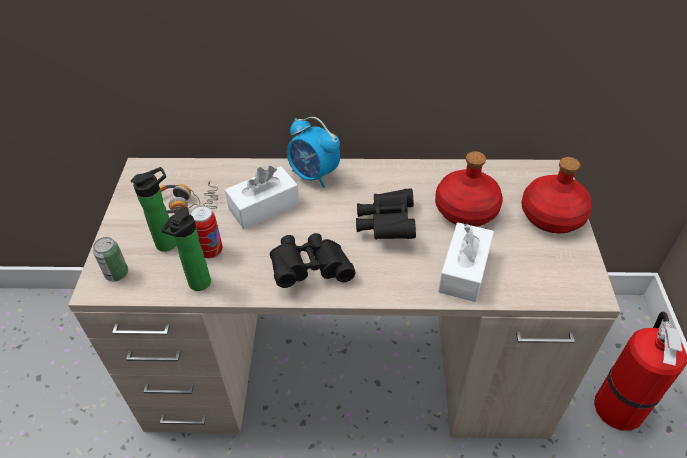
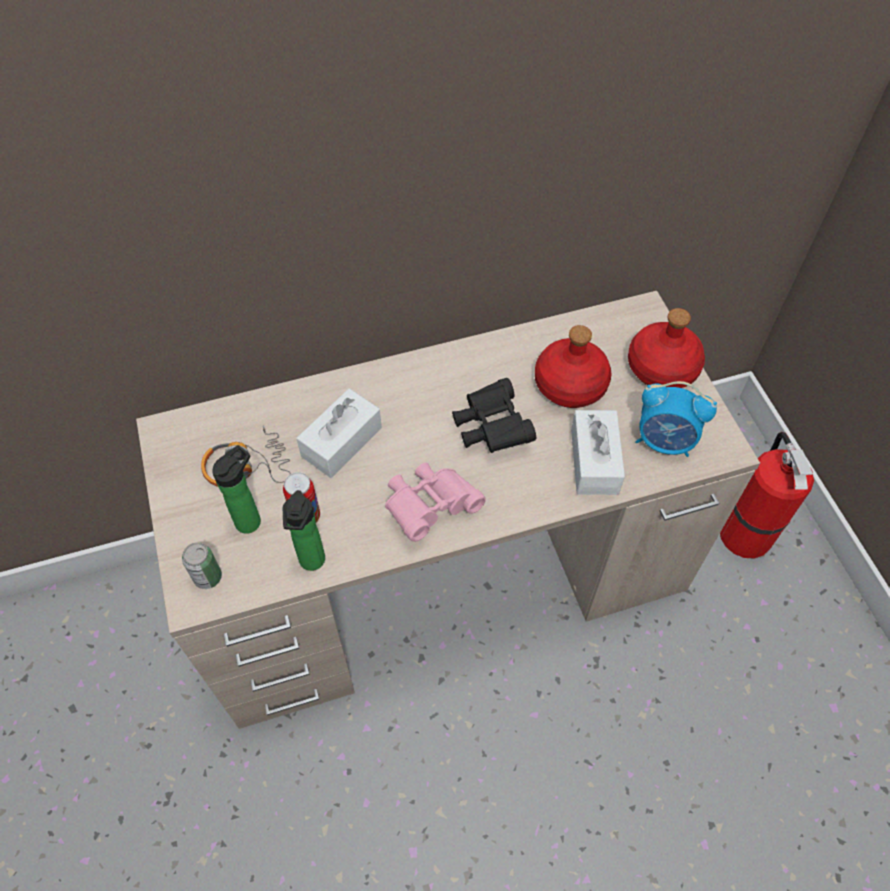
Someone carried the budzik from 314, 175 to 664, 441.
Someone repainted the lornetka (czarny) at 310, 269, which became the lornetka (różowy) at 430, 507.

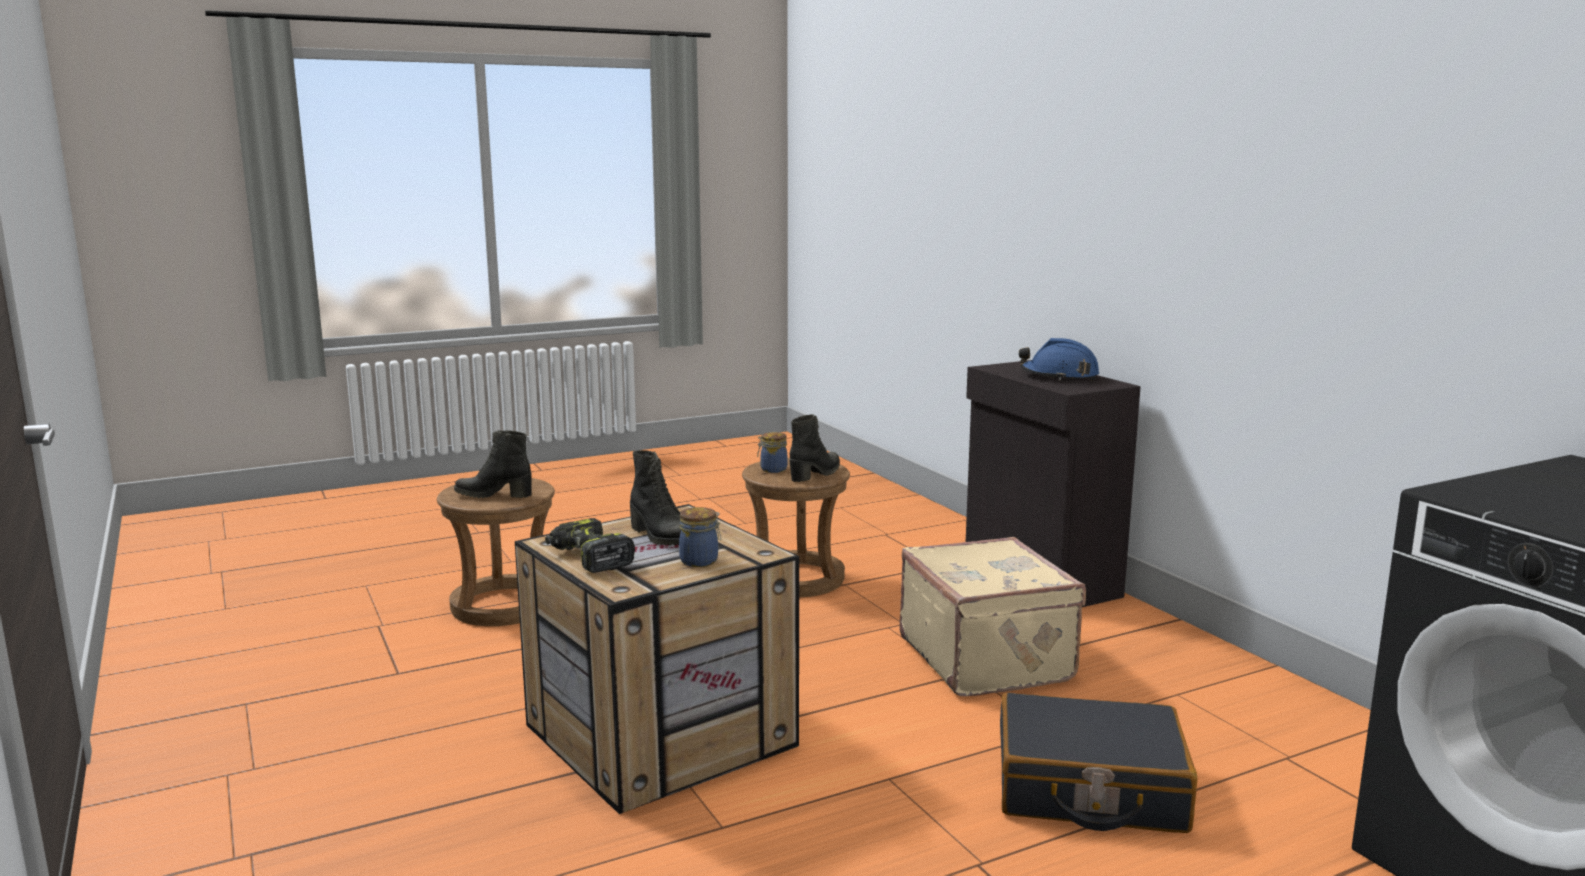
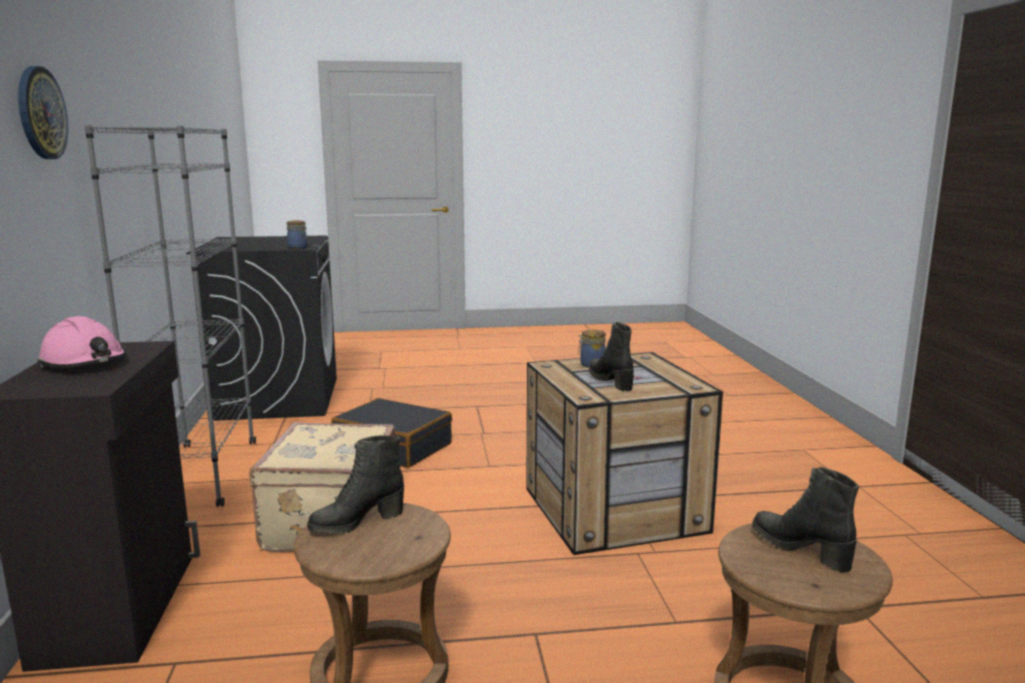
Someone repainted the kask (niebieski) at 1059, 376, which became the kask (różowy) at 84, 363.
Someone rotated the but z cholewką (czarny) at 494, 495 by 150 degrees counterclockwise.
Someone carried the słoik from 772, 469 to 298, 248.
Someone took away the wiertarka at 588, 558.
Someone put up the zegar ścienny at 40, 113.
Someone put down the regał (szary) at 201, 474.

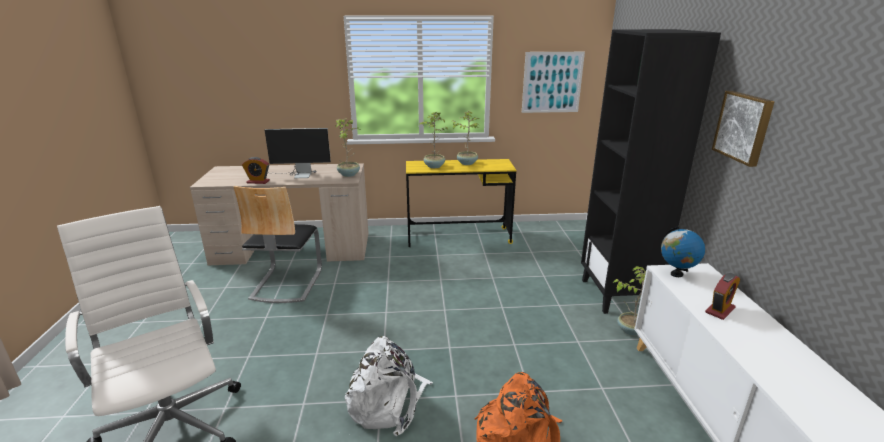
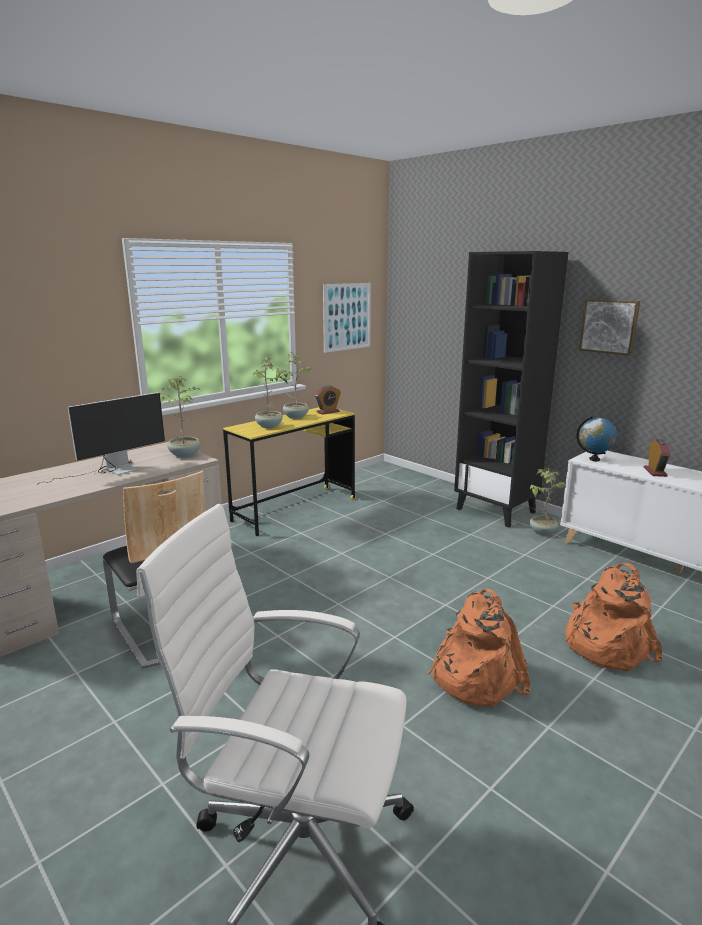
Someone carried the budzik from 258, 182 to 328, 412.
Someone repainted the plecak (biały) at 388, 403, which became the plecak (pomarańczowy) at 474, 675.

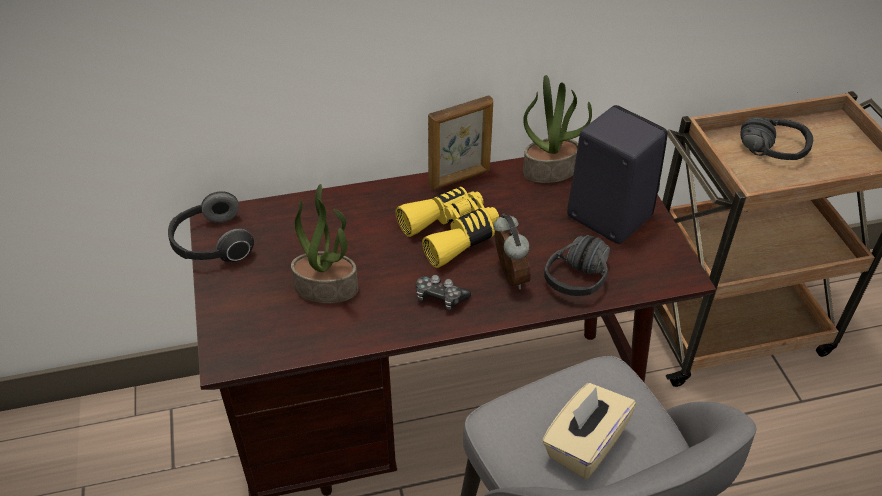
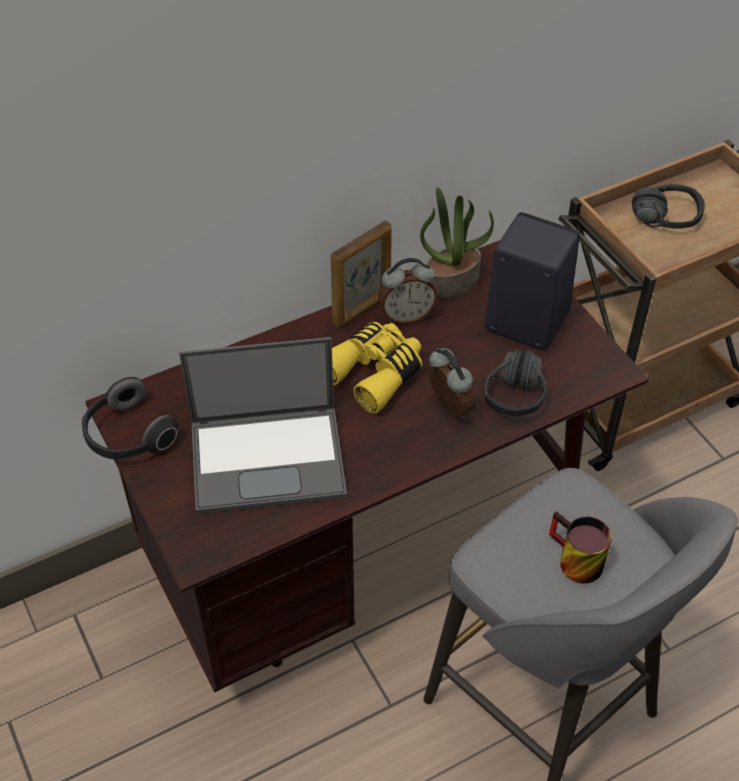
Someone swapped the roślina doniczkowa at 327, 287 for the laptop at 269, 458.
Someone took away the pad do gier at 440, 297.
Someone swapped the pudełko chusteczek (beżowy) at 584, 444 for the kubek at 572, 561.
Someone put down the budzik at 407, 316.

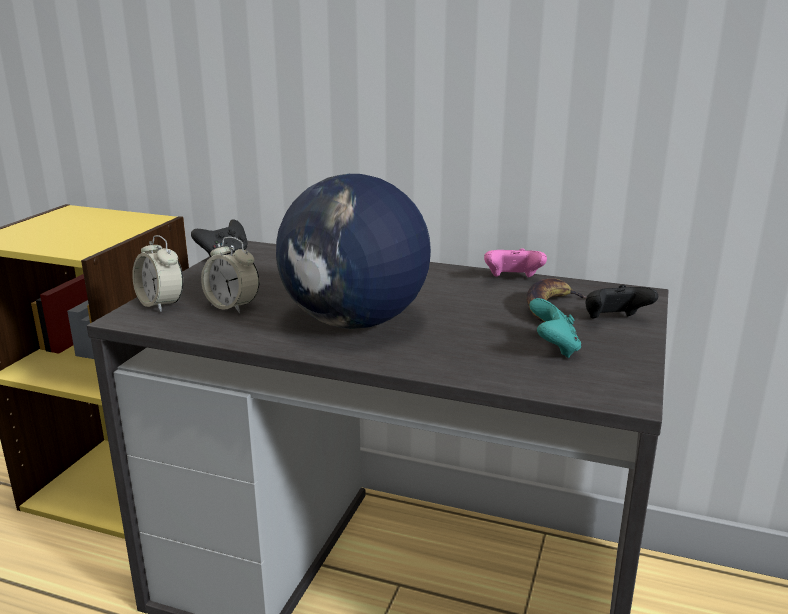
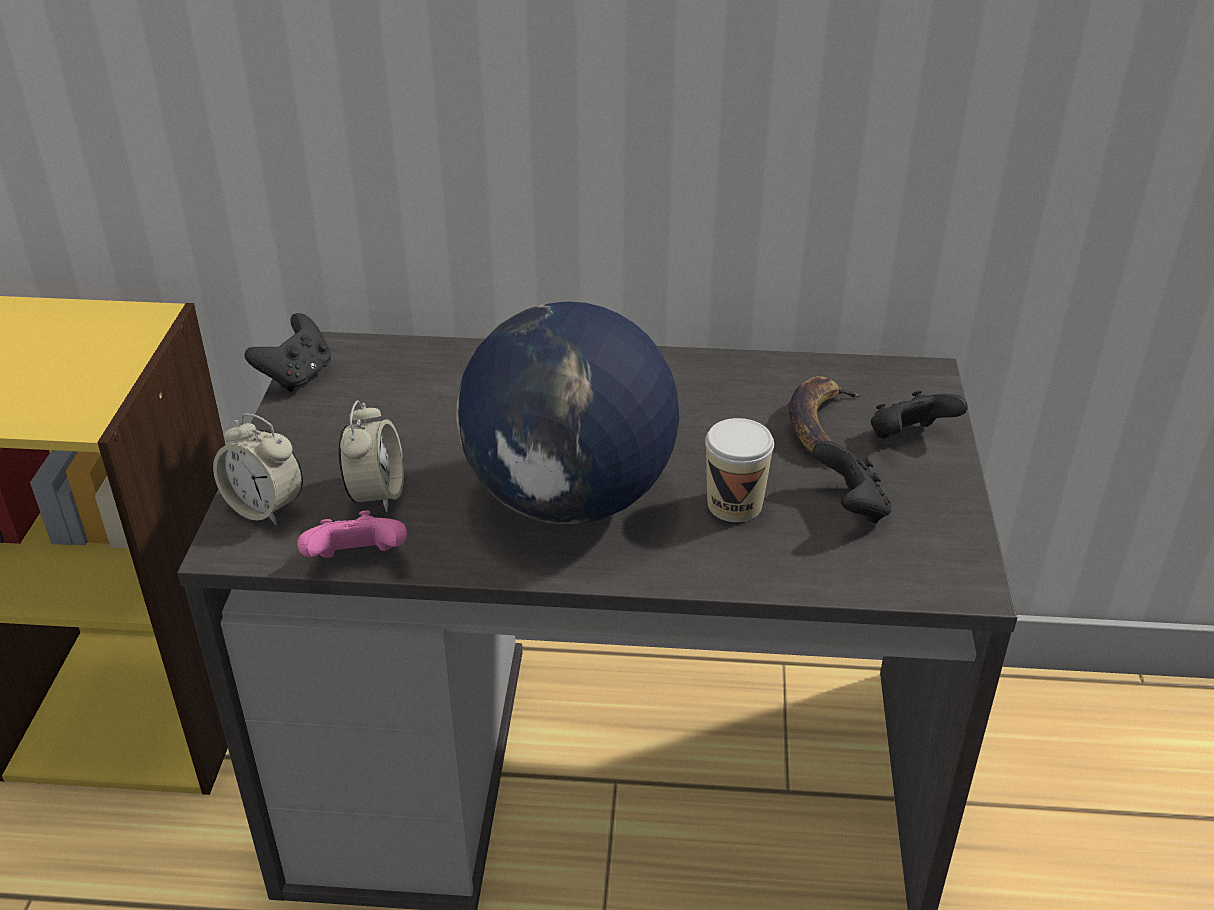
Someone rotated the budzik at 232, 306 by 105 degrees counterclockwise.
Someone carried the pad do gier (różowy) from 513, 280 to 357, 562.
Someone repainted the pad do gier (turkusowy) at 554, 348, which became the pad do gier (czarny) at 851, 507.
Someone put down the filiżanka at 734, 504.

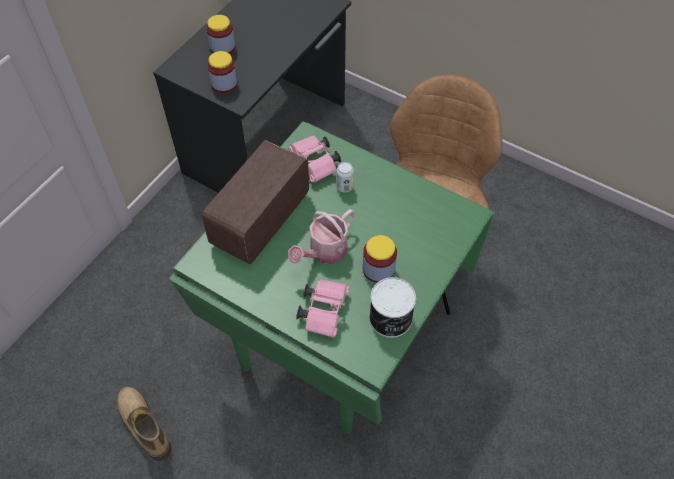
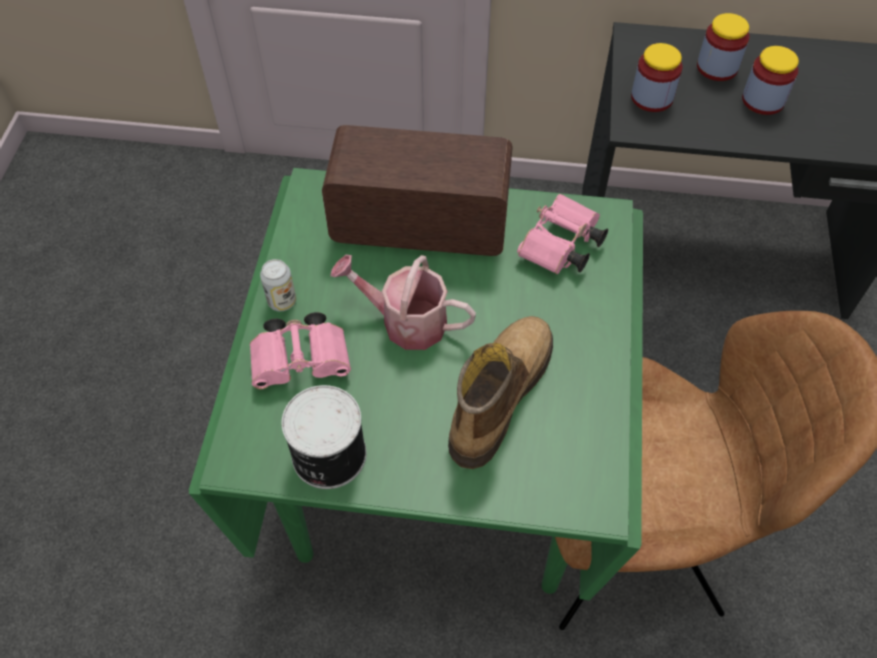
Someone carried the puszka from 344, 187 to 282, 301.
Someone carried the słoik from 378, 269 to 763, 100.
Someone carried the but z cholewką from 143, 426 to 498, 395.

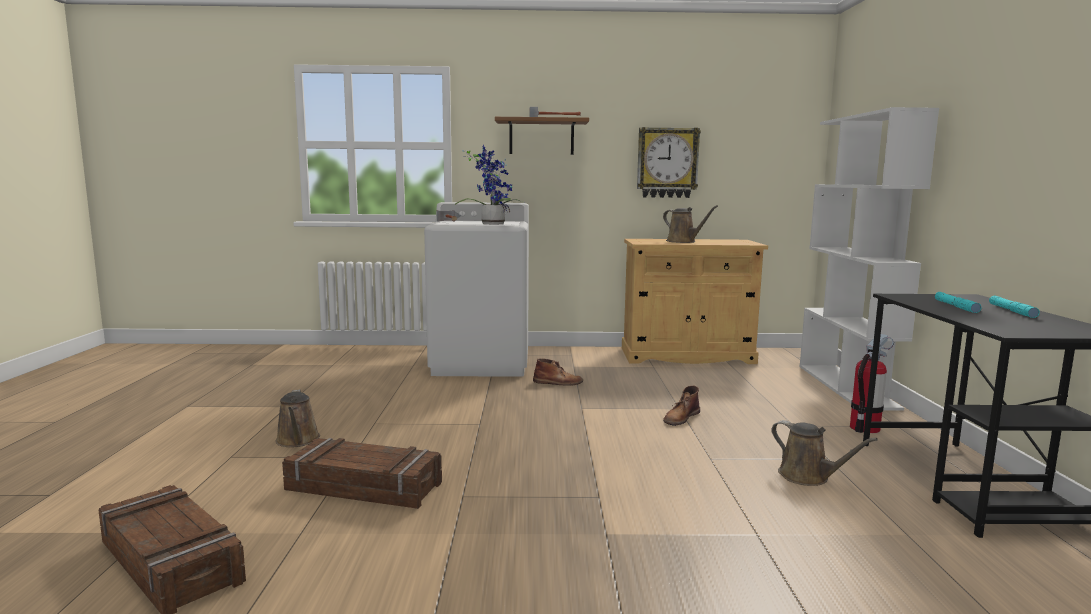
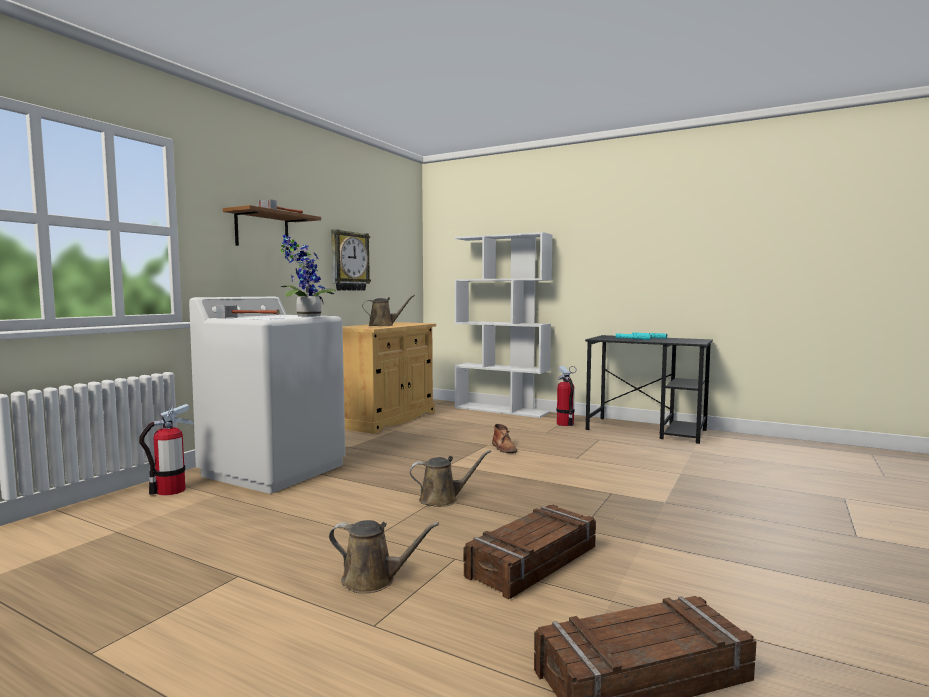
Someone took away the but z cholewką (brązowy) at 558, 382.
Someone carried the konewka (brązowy) from 808, 477 to 442, 499.
Someone put down the gaśnica at 170, 491.

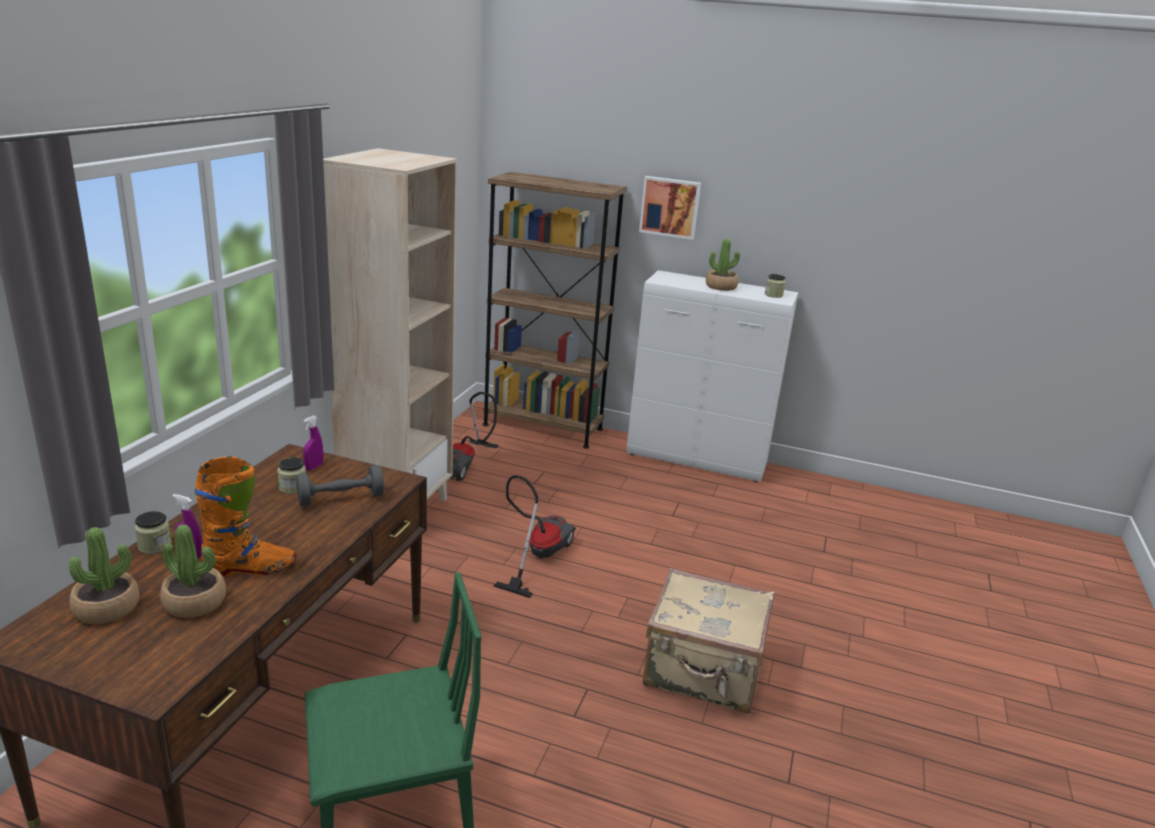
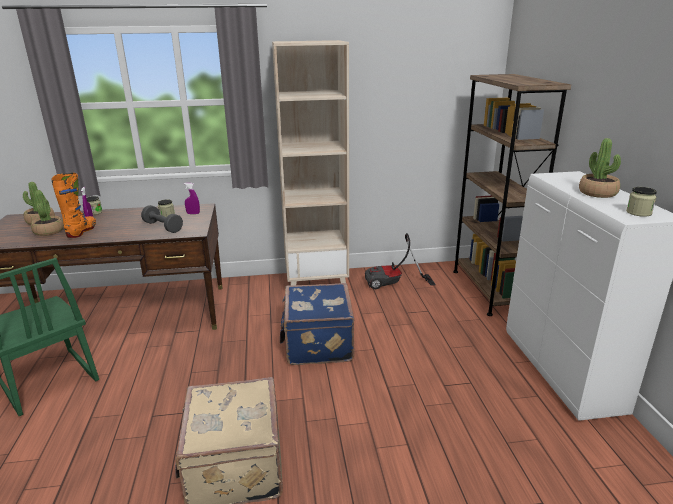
Someone took away the obraz at 670, 207.
Someone rotated the but z cholewką (pomarańczowy) at 250, 568 by 135 degrees counterclockwise.
Someone swapped the odkurzacz at 537, 556 for the walizka (niebieski) at 317, 344.

